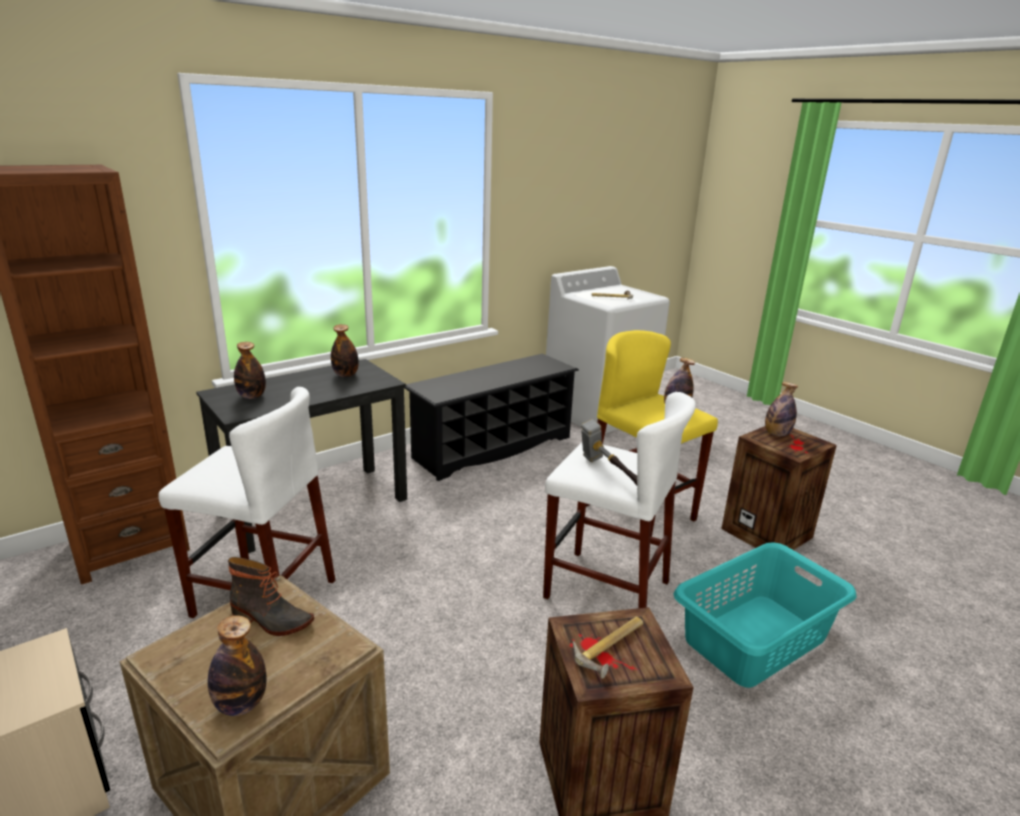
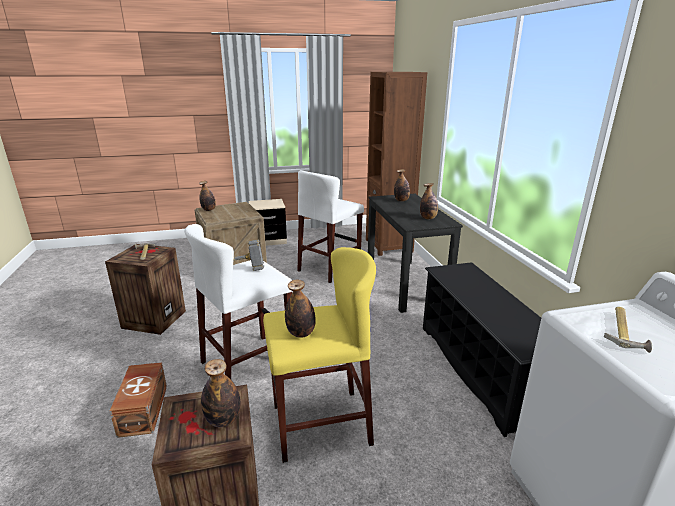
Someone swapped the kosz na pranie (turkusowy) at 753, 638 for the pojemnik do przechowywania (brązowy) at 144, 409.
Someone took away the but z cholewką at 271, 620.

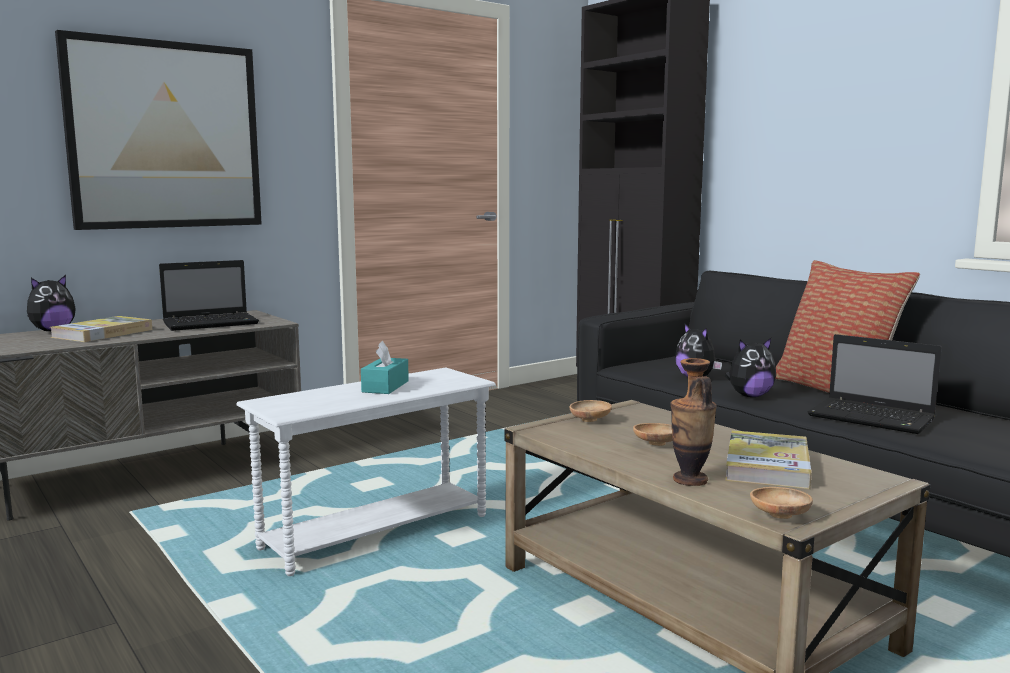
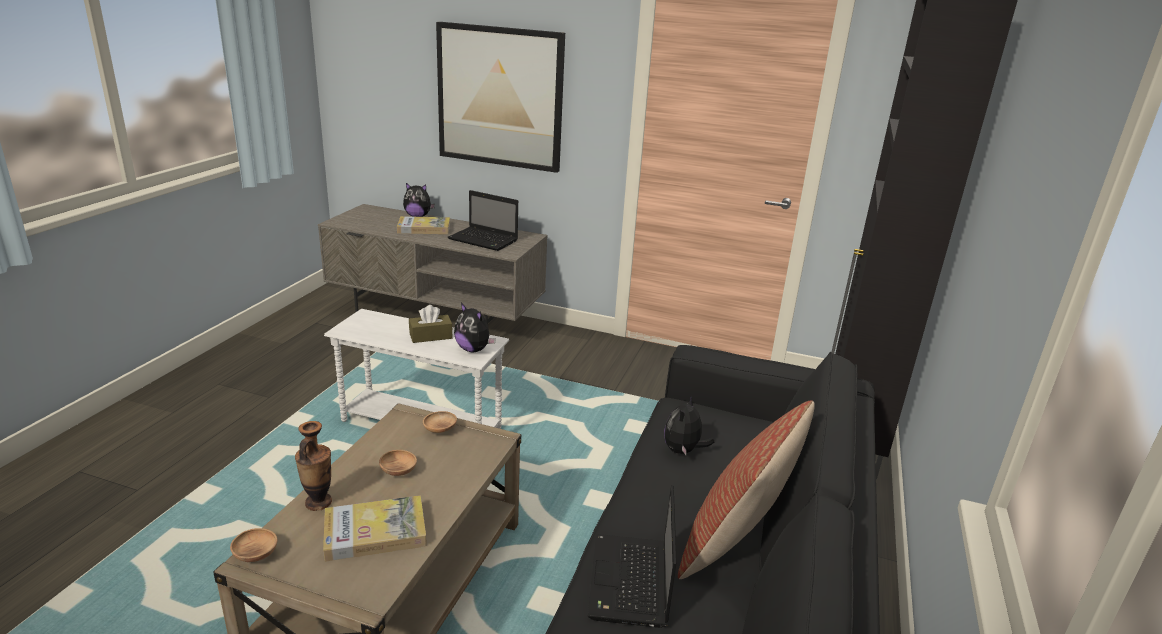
Someone carried the pluszak from 749, 396 to 474, 349.
Someone repainted the pudełko chusteczek (turkusowy) at 385, 386, which became the pudełko chusteczek (brązowy) at 430, 336.

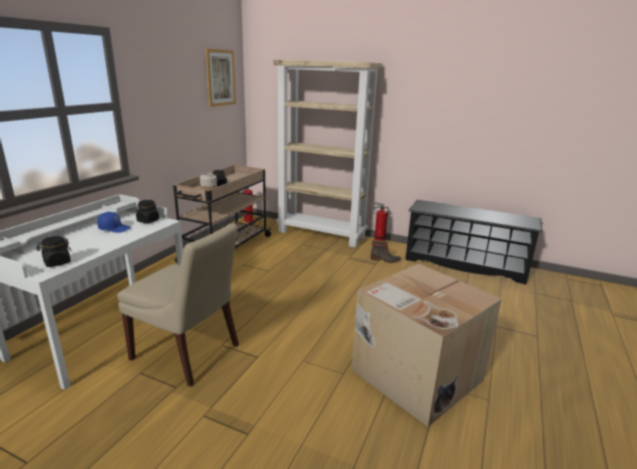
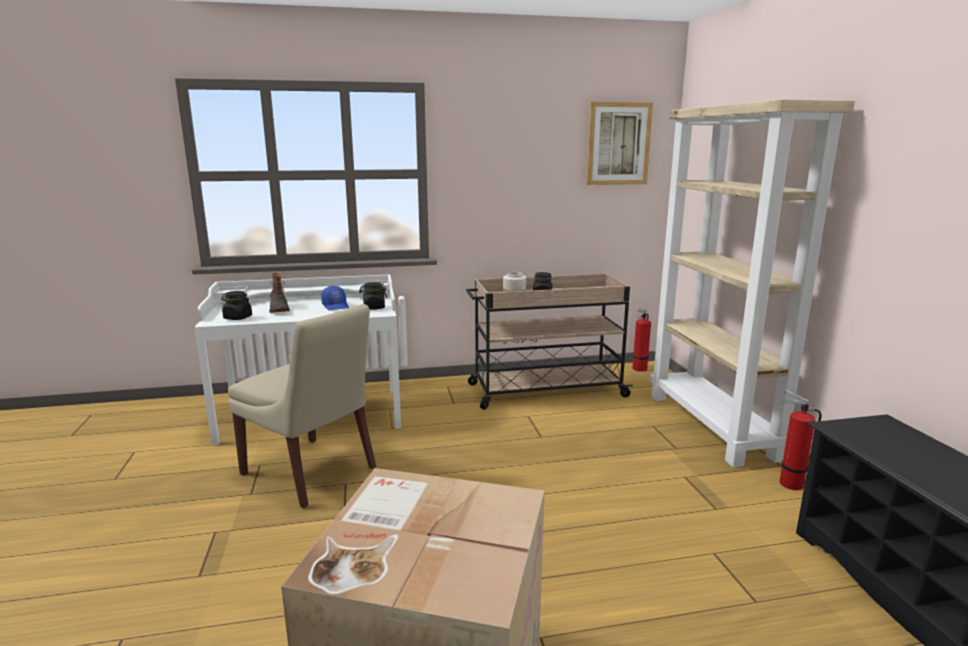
Someone rotated the krzesło (beżowy) at 188, 353 by 45 degrees counterclockwise.
Someone carried the but z cholewką from 385, 260 to 278, 309.

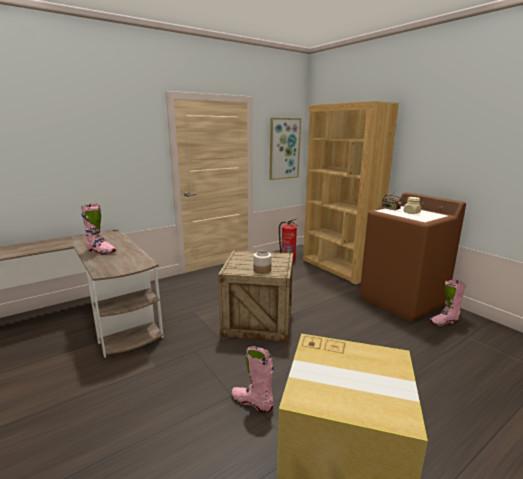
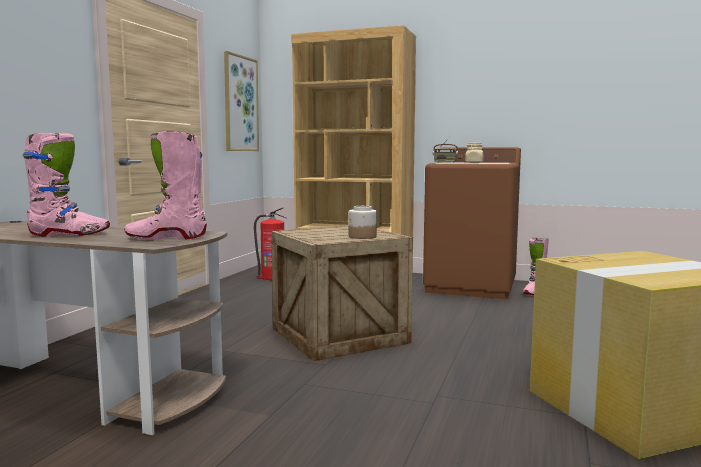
Someone carried the but z cholewką (różowy) from 252, 402 to 166, 238.

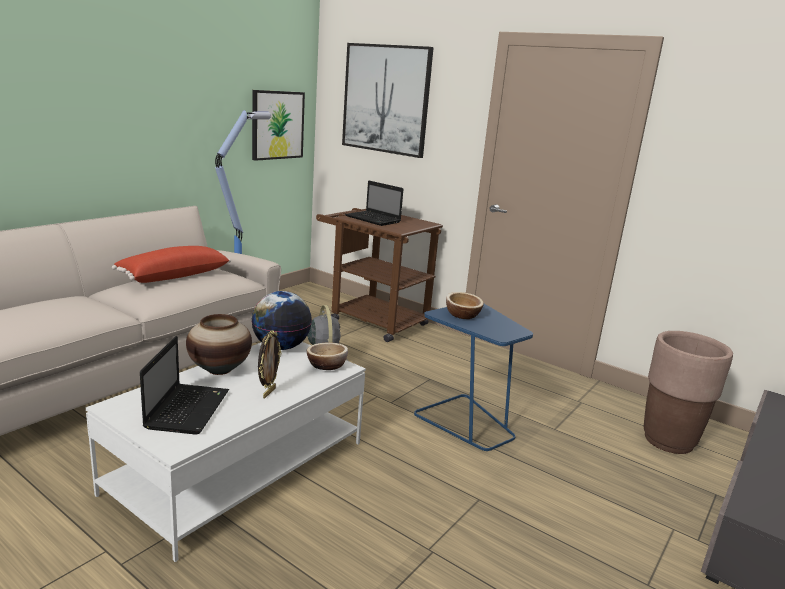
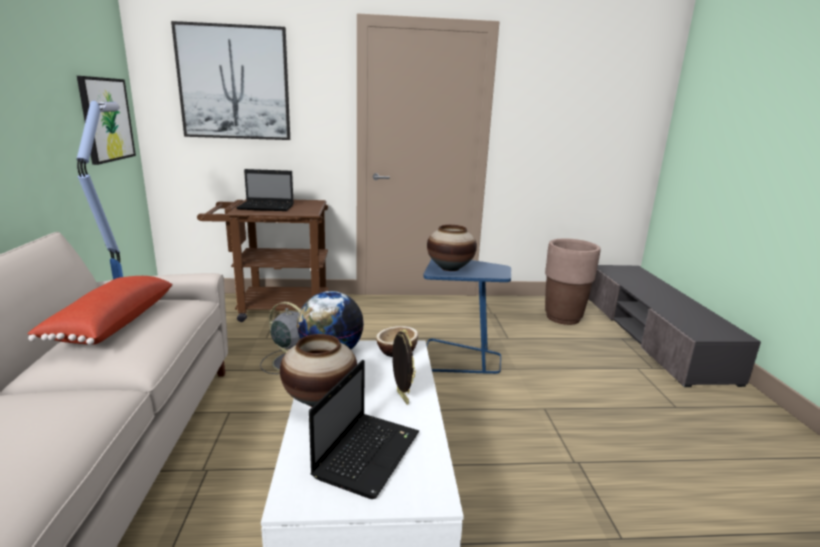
Someone swapped the miska at 462, 315 for the wazon at 449, 268.
Someone rotated the laptop at 188, 408 by 60 degrees clockwise.

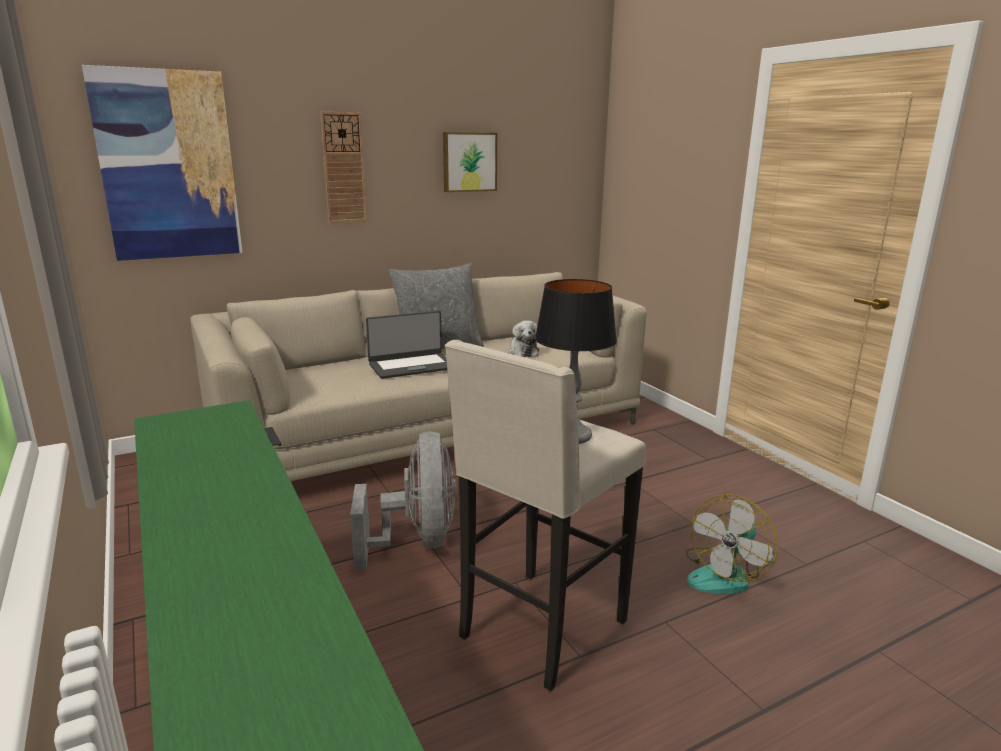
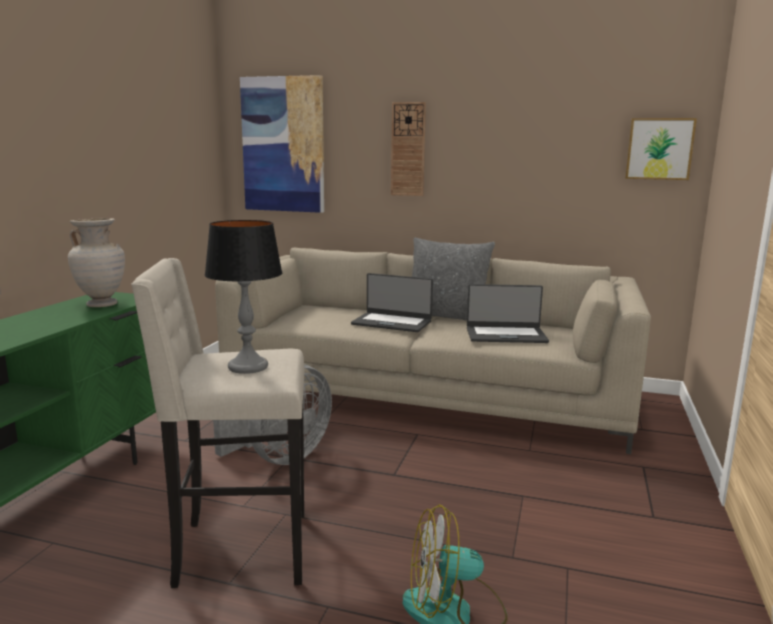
Someone carried the obraz from 469, 162 to 659, 149.
Someone swapped the pluszak at 523, 351 for the laptop at 505, 335.
Someone put down the wazon (beżowy) at 102, 305.

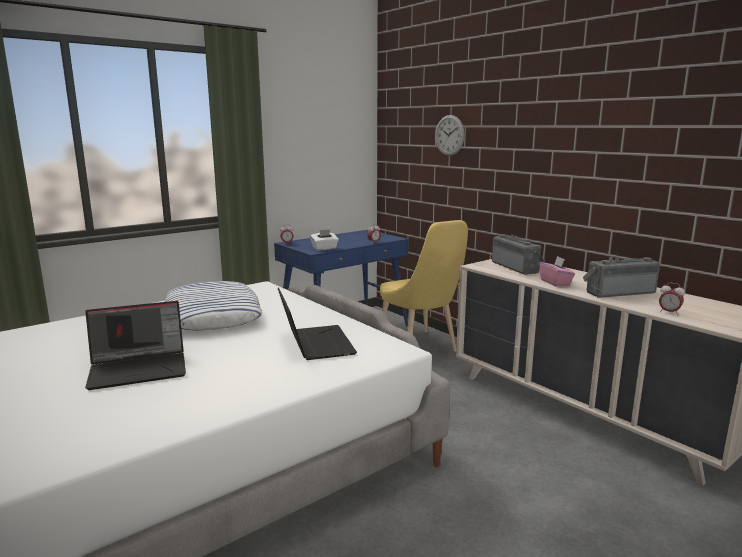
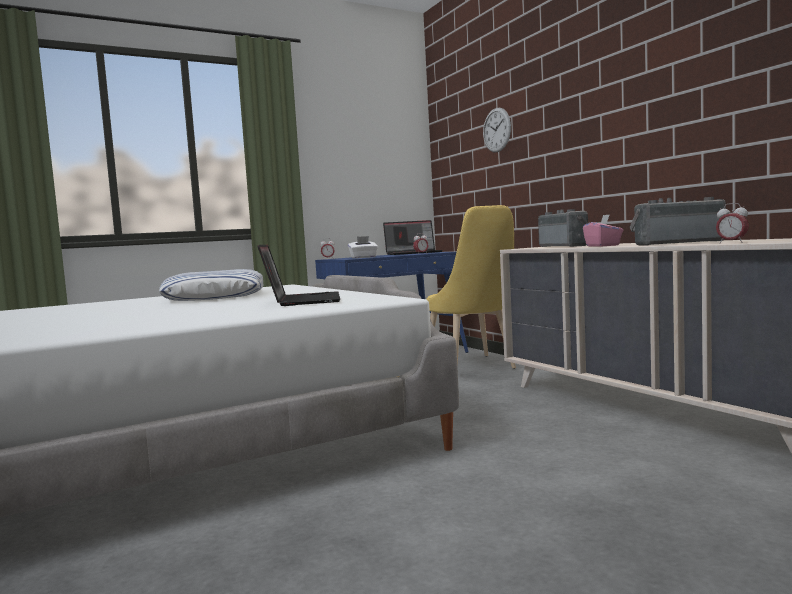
Someone carried the laptop from 140, 368 to 414, 253.

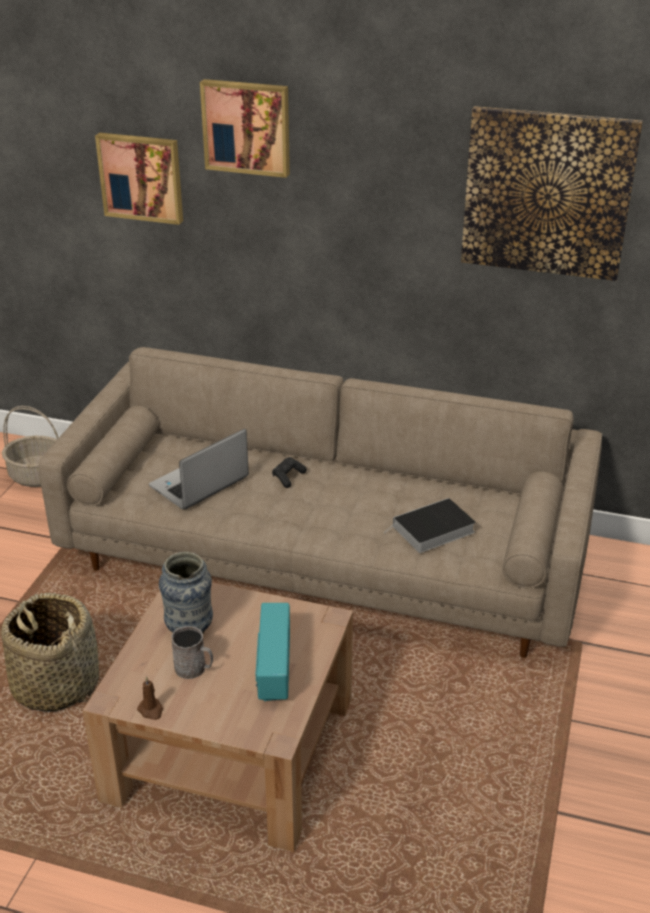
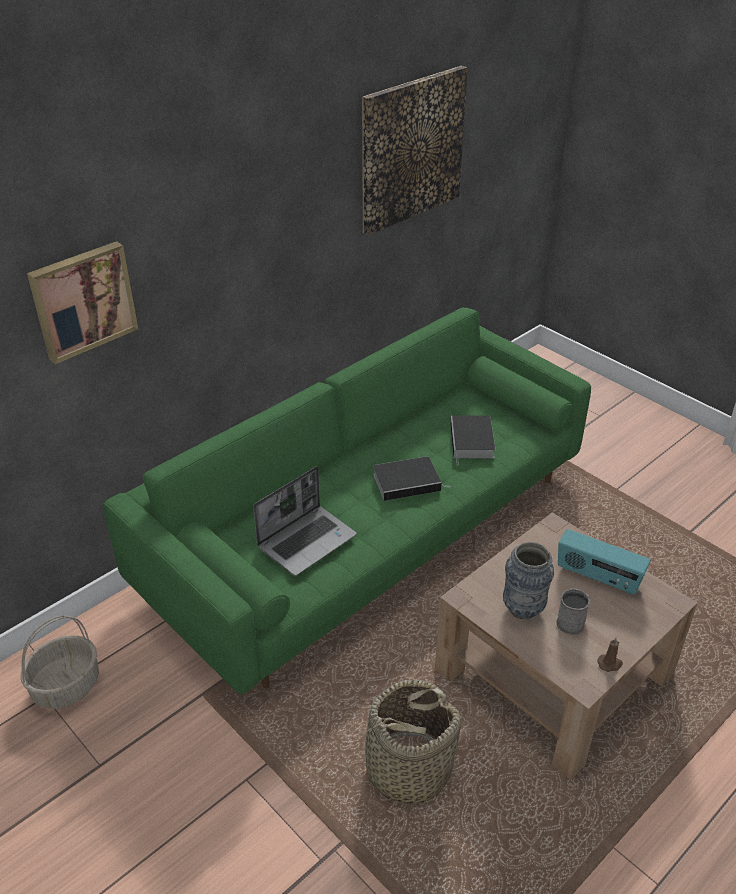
Someone took away the obraz at 247, 127.
Someone repainted the kanapa (beżowy) at 325, 556, which became the kanapa (zielony) at 367, 532.
Someone rotated the laptop at 199, 484 by 120 degrees counterclockwise.
Someone took away the pad do gier (czarny) at 288, 477.
Someone put down the książka at 408, 481.

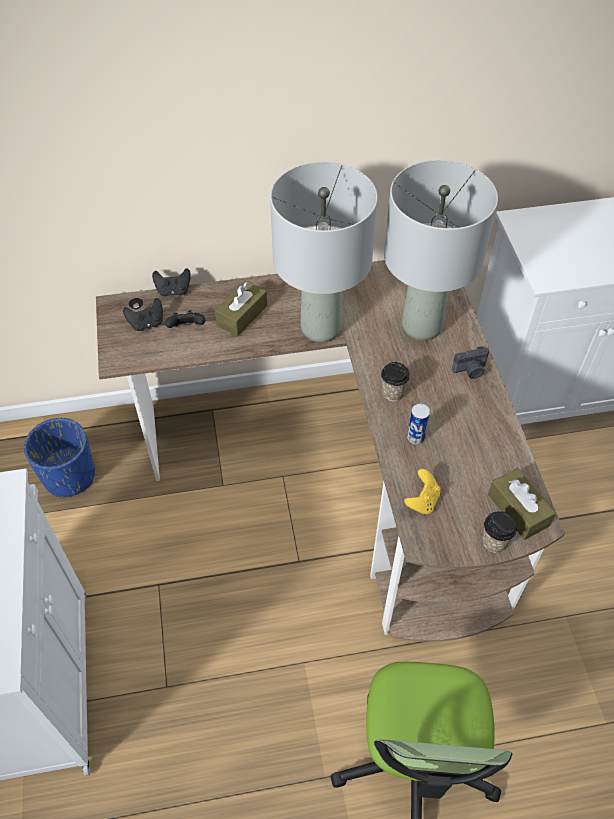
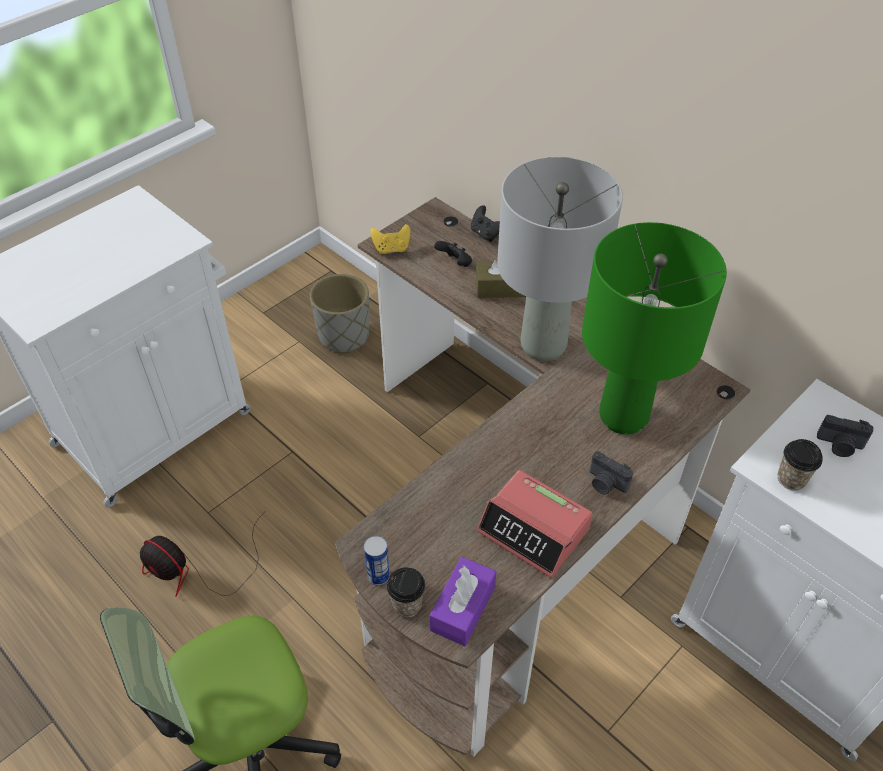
Someone repainted the lampa stołowa (szary) at 421, 327, which became the lampa stołowa (zielony) at 622, 416.
Someone took away the pad do gier (czarny) at 147, 323.
Someone carried the filiżanka from 392, 393 to 791, 479.
Someone carried the puszka from 415, 438 to 378, 576.
Someone repainted the donica (niebieski) at 70, 476, which became the donica (szary) at 344, 336.
Someone repainted the pudełko chusteczek (brązowy) at 518, 510, which became the pudełko chusteczek (fioletowy) at 463, 608.
Someone carried the pad do gier (żółty) from 422, 501 to 391, 249.
Someone put down the aparat fotograficzny at 839, 445.
Someone put down the budzik at 534, 530.
Someone put down the wentylator at 196, 570.

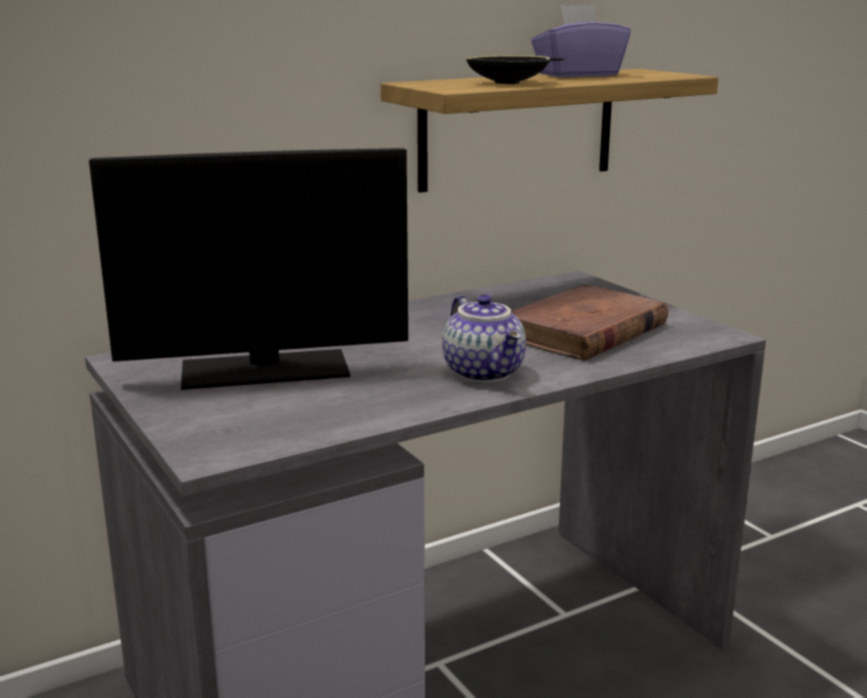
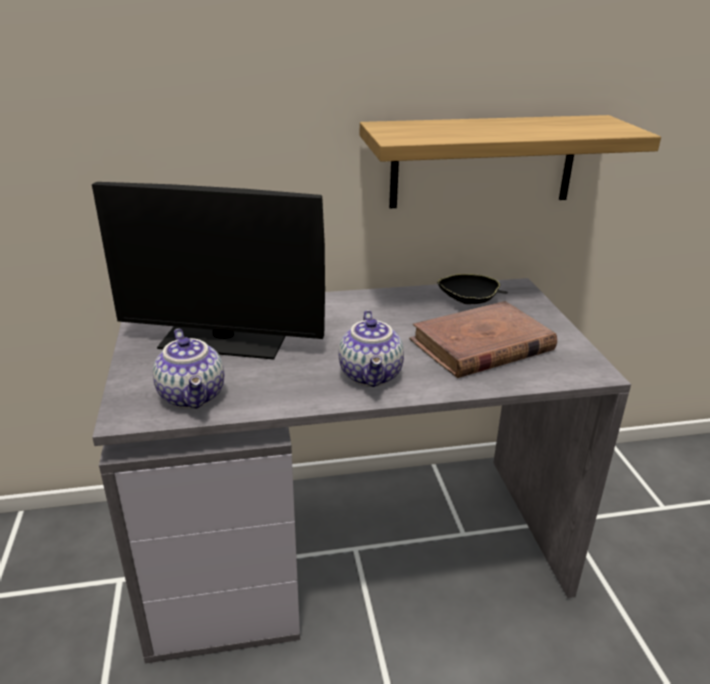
Someone took away the pudełko chusteczek (fioletowy) at 578, 75.
Someone carried the miska (czarny) from 513, 83 to 470, 301.
Someone put down the imbryk at 194, 396.

